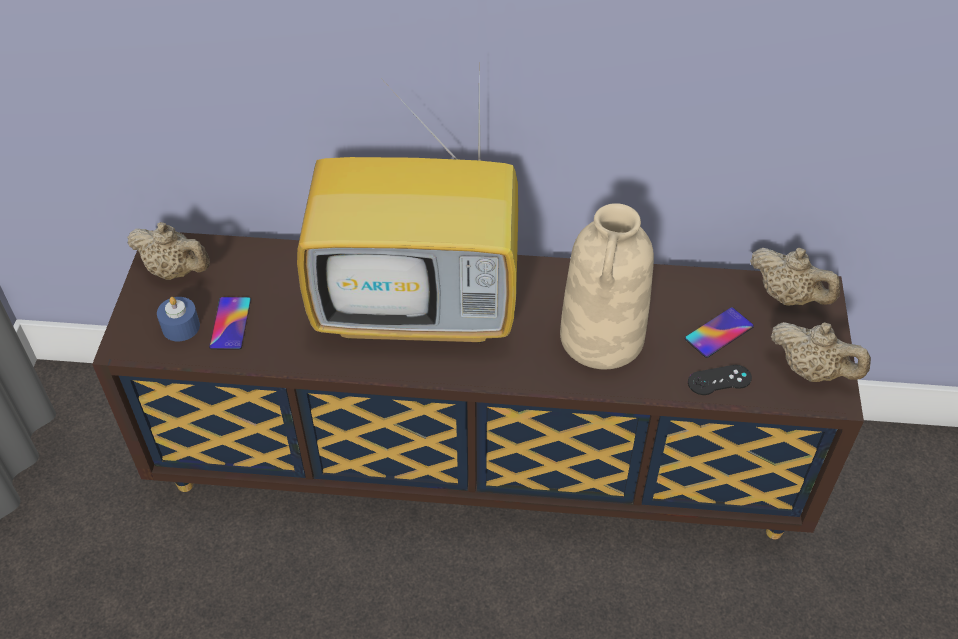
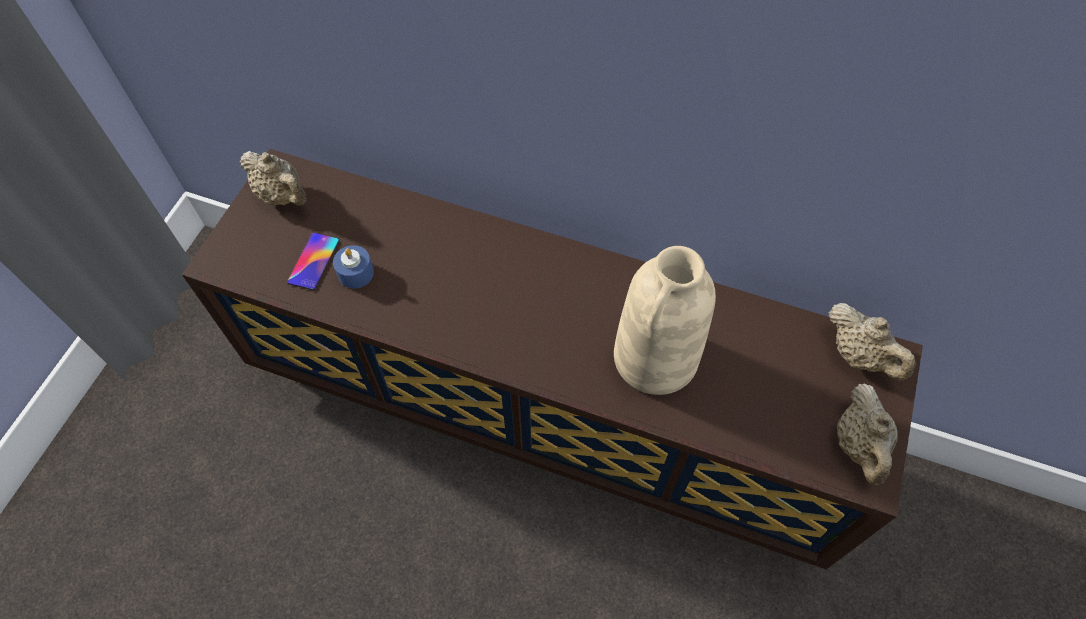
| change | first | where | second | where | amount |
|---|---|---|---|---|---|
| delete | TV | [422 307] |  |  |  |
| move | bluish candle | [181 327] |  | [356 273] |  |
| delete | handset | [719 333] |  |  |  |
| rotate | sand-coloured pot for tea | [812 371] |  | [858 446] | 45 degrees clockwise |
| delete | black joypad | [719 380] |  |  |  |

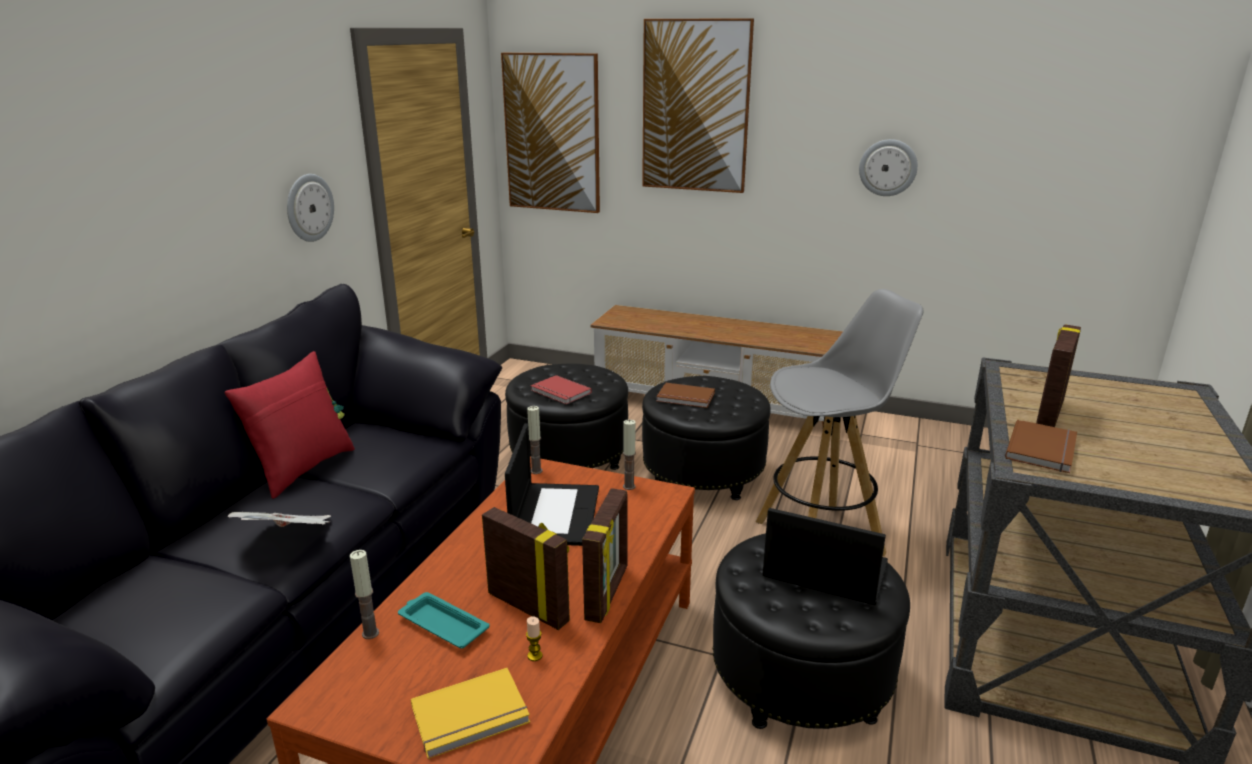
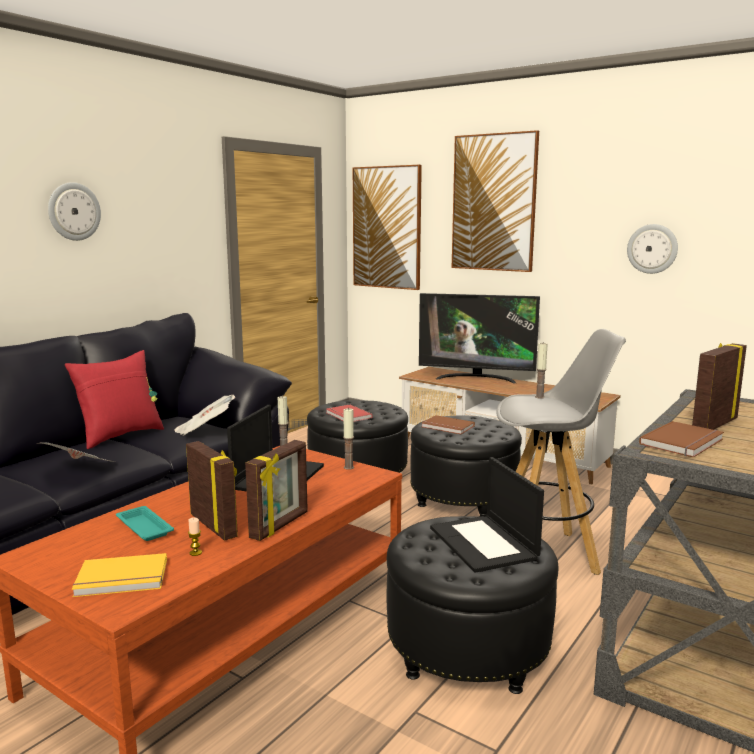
| change | first | where | second | where | amount |
|---|---|---|---|---|---|
| move | hanging clock | [309 207] |  | [73 211] |  |
| rotate | laptop | [823 570] |  | [484 543] | 150 degrees counterclockwise |
| move | candle | [370 633] |  | [539 397] |  |
| insert |  |  | TV | [476 378] |  |
| insert |  |  | newspaper | [204 430] |  |

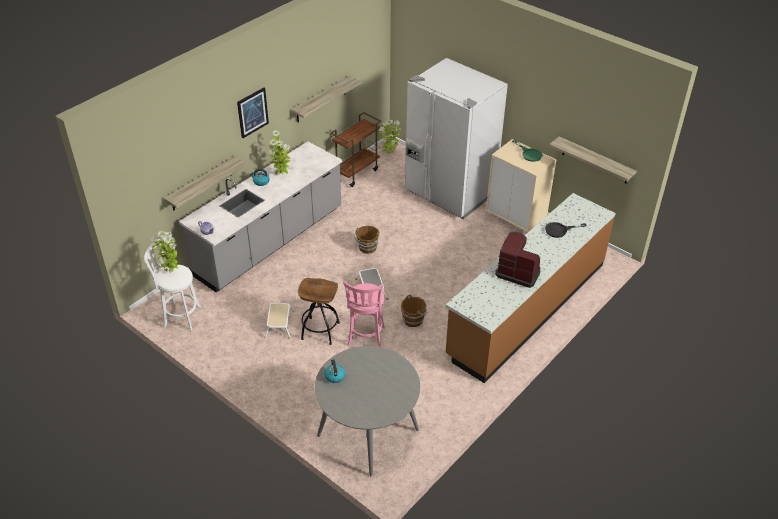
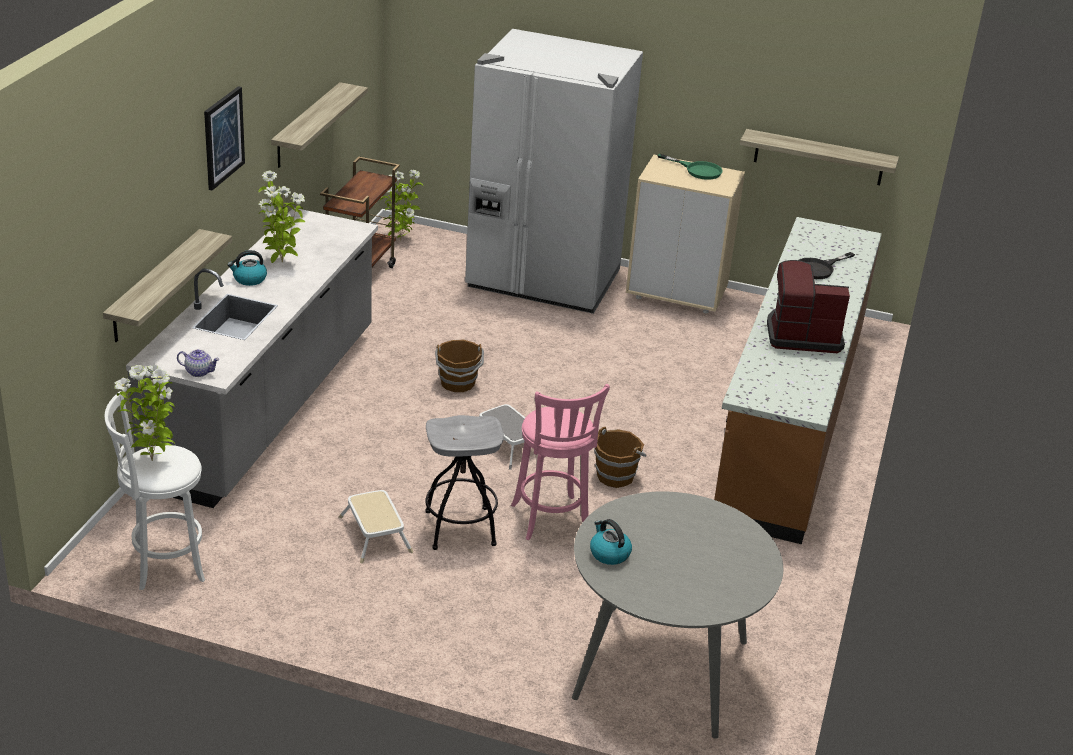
| change | first | where | second | where | amount |
|---|---|---|---|---|---|
| recolor | brownish stool | [320 330] | greyish stool | [459 527] |  |

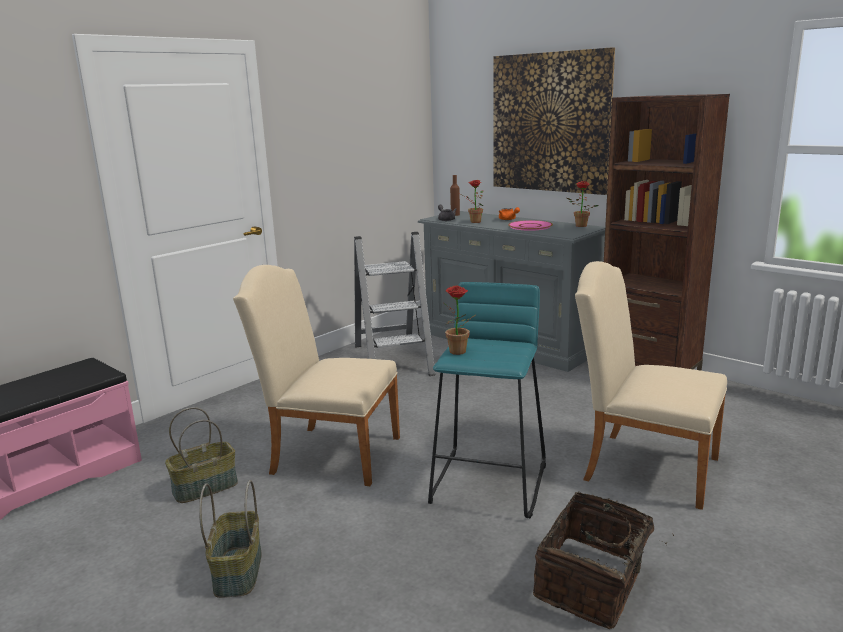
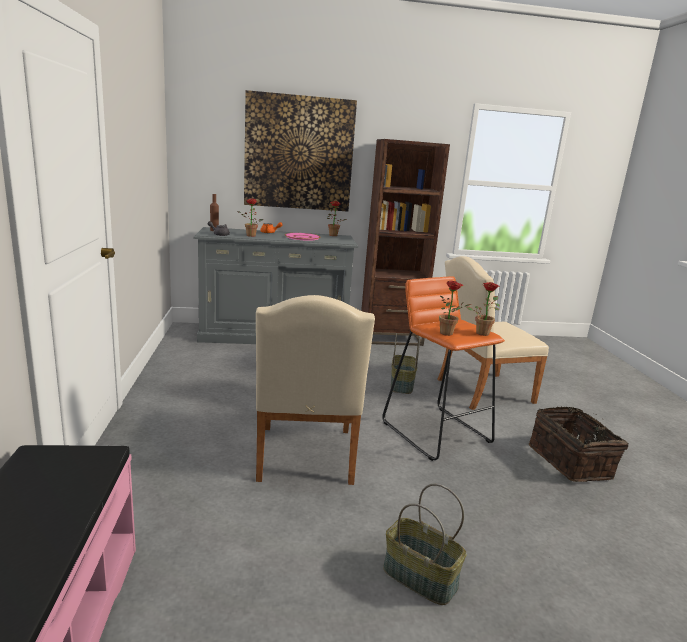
| change | first | where | second | where | amount |
|---|---|---|---|---|---|
| delete | greyish step stool | [392 359] |  |  |  |
| rotate | sand-coloured chair | [328 453] |  | [305 459] | 60 degrees counterclockwise |
| recolor | blue-green stool | [490 482] | orangey stool | [436 431] |  |
| move | storage basket | [205 487] |  | [401 384] |  |
| insert |  |  | houseplant | [482 332] |  |

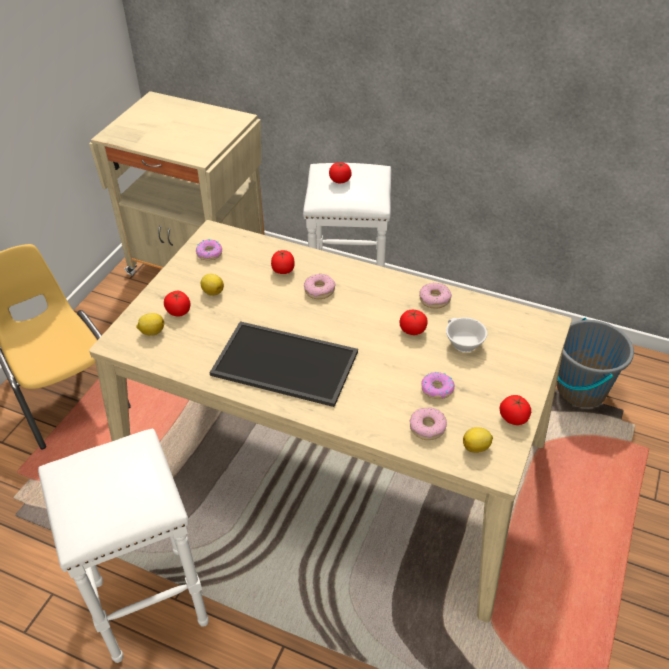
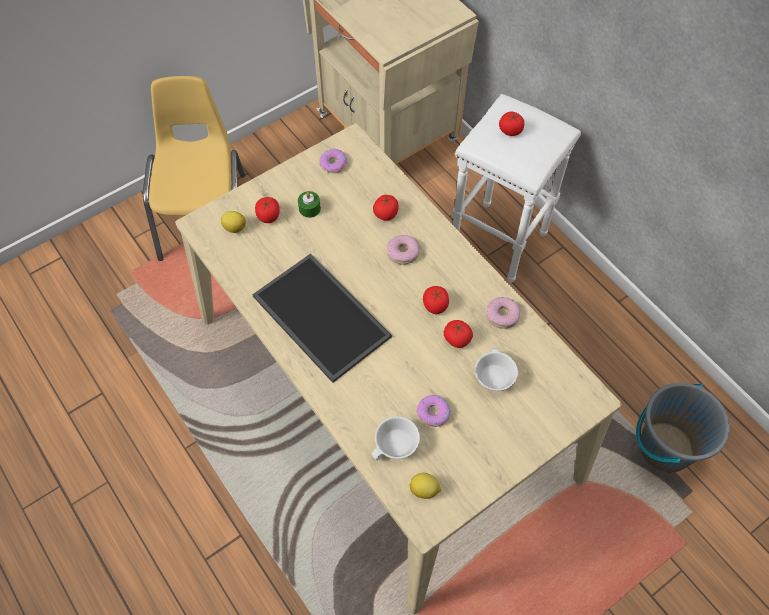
| change | first | where | second | where | amount |
|---|---|---|---|---|---|
| replace | citrus fruit | [212 291] | green candle | [309 208] |  |
| move | whole tomato | [513 418] |  | [435 305] |  |
| replace | doughnut | [427 427] | white-coloured drinking cup | [396 446] |  |
| delete | white-coloured stool | [147 601] |  |  |  |

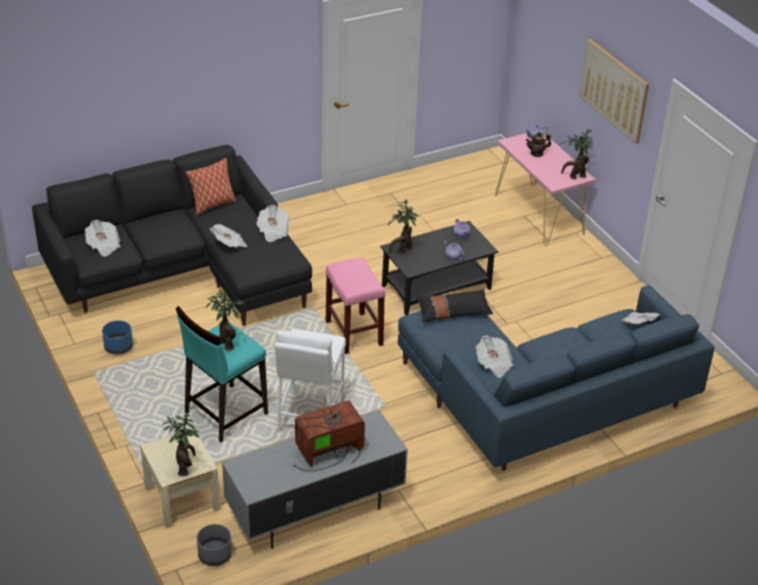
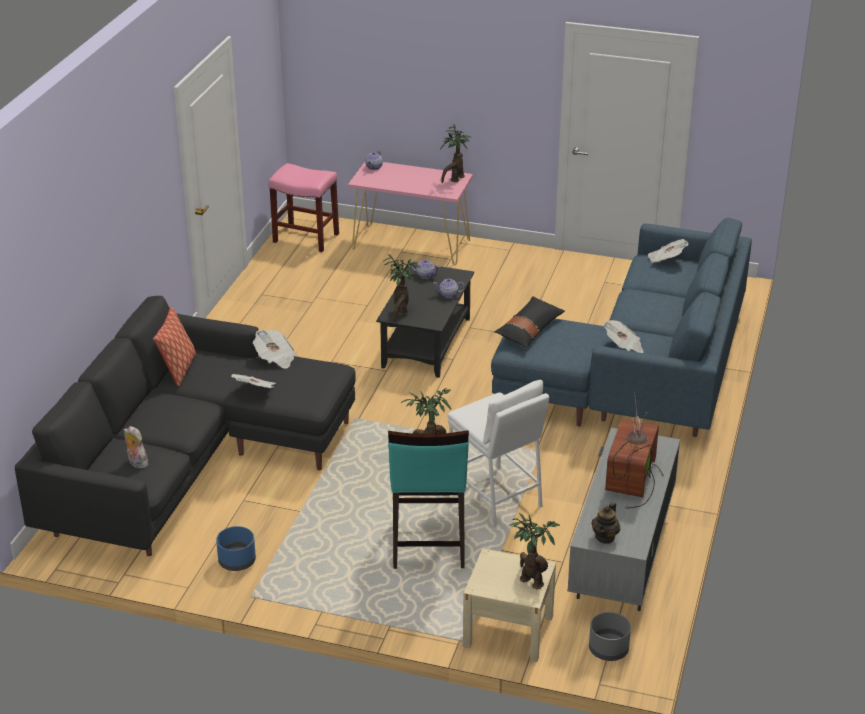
| change | first | where | second | where | amount |
|---|---|---|---|---|---|
| delete | wall picture | [614 90] |  |  |  |
| move | pot for tea | [537 153] |  | [605 537] |  |
| replace | newspaper | [103 246] | cuddly toy | [136 463] |  |
| move | pinkish stool | [354 333] |  | [306 238] |  |

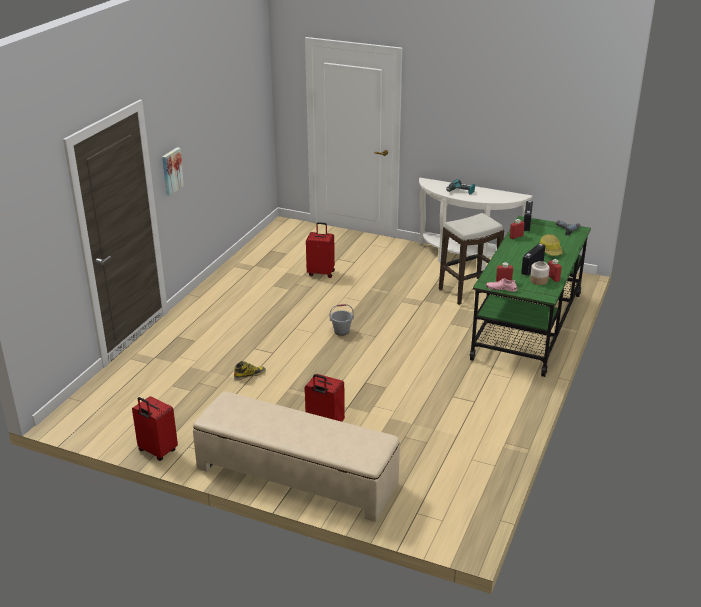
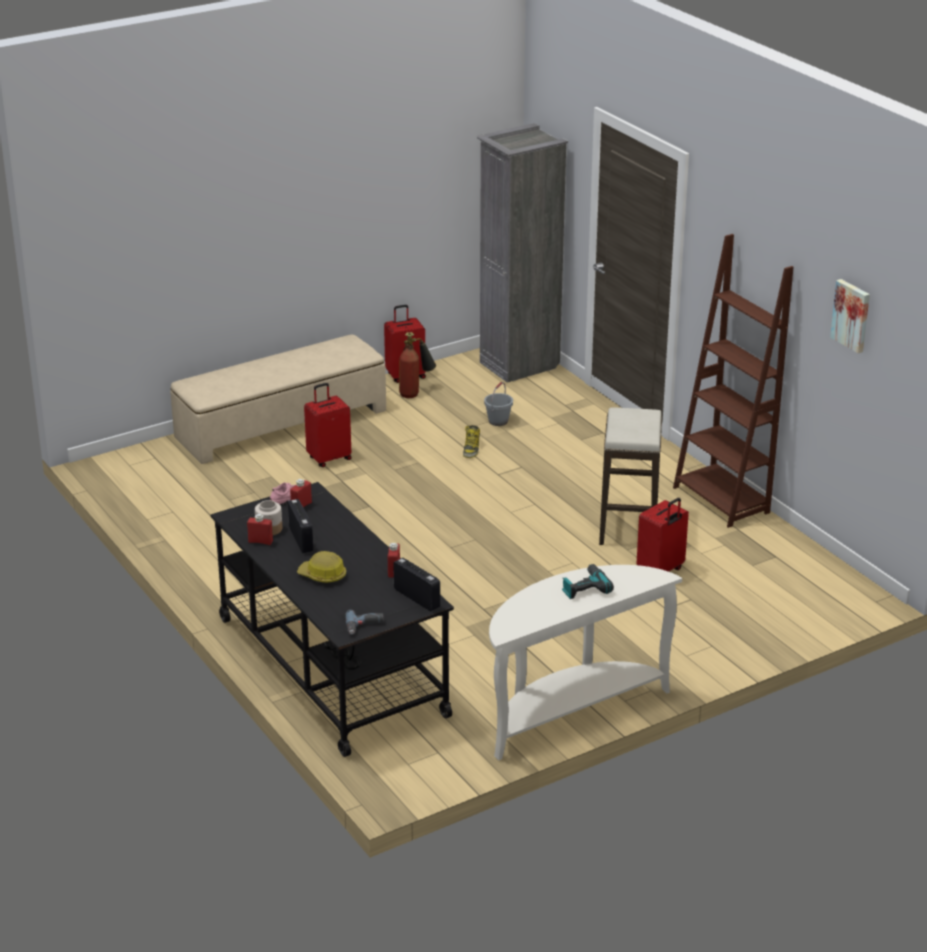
| change | first | where | second | where | amount |
|---|---|---|---|---|---|
| move | wall picture | [171 171] |  | [852 315] |  |
| move | stool | [469 291] |  | [628 526] |  |
| recolor | green desk unit | [528 326] | black desk unit | [331 667] |  |
| move | greyish water bucket | [341 331] |  | [498 421] |  |
| insert |  |  | greyish storage cabinet | [519 365] |  |
| insert |  |  | brownish shelving unit | [721 500] |  |
| insert |  |  | fire-fighting cylinder | [416 392] |  |

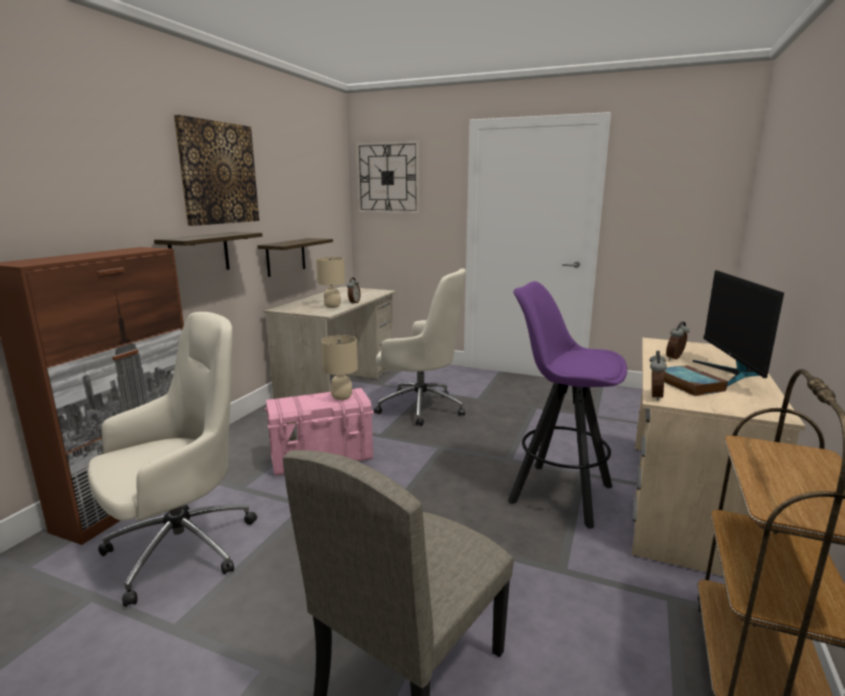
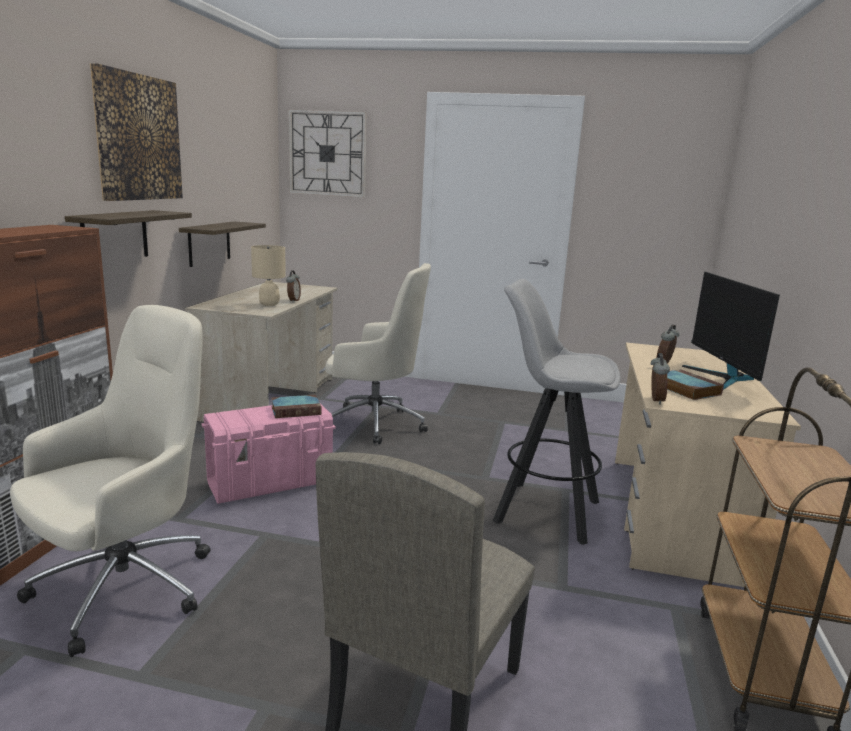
| change | first | where | second | where | amount |
|---|---|---|---|---|---|
| recolor | purplish stool | [557 492] | greyish stool | [543 510] |  |
| replace | sand-coloured table lamp | [342 397] | book | [297 410] |  |

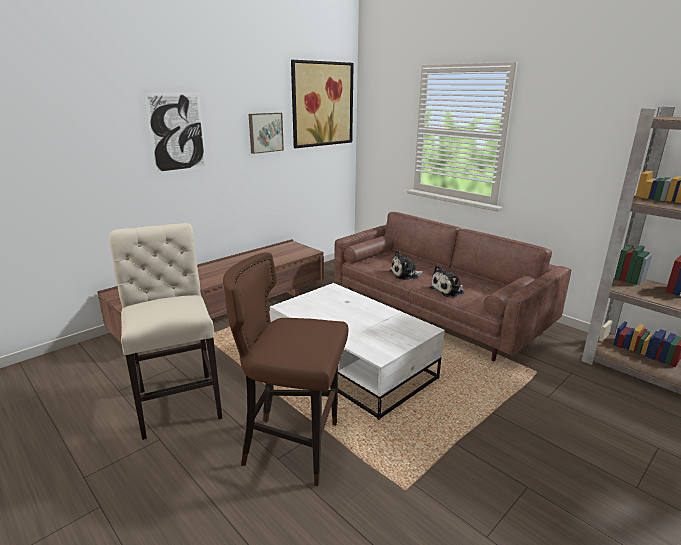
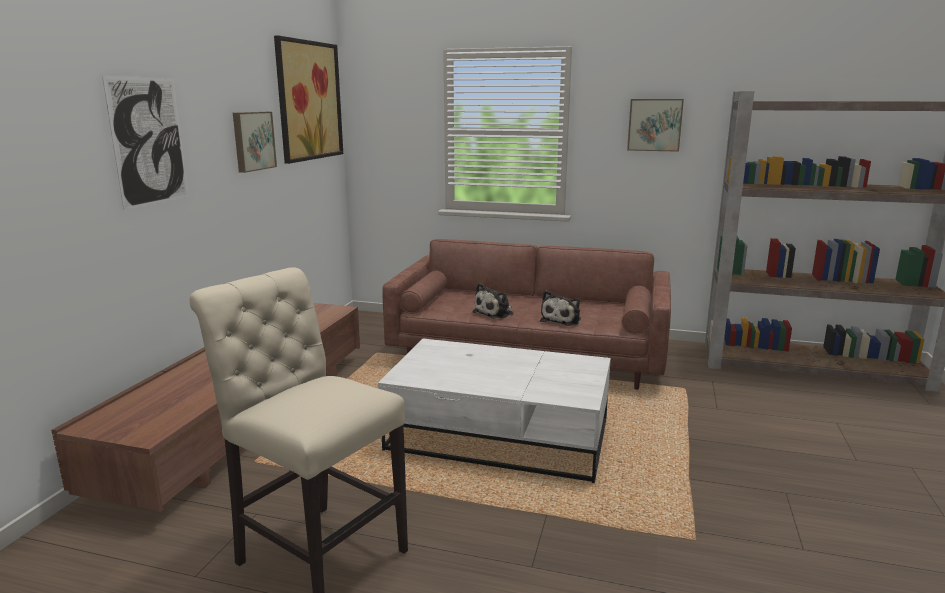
| change | first | where | second | where | amount |
|---|---|---|---|---|---|
| delete | brownish stool | [293 446] |  |  |  |
| insert |  |  | wall picture | [654 125] |  |

